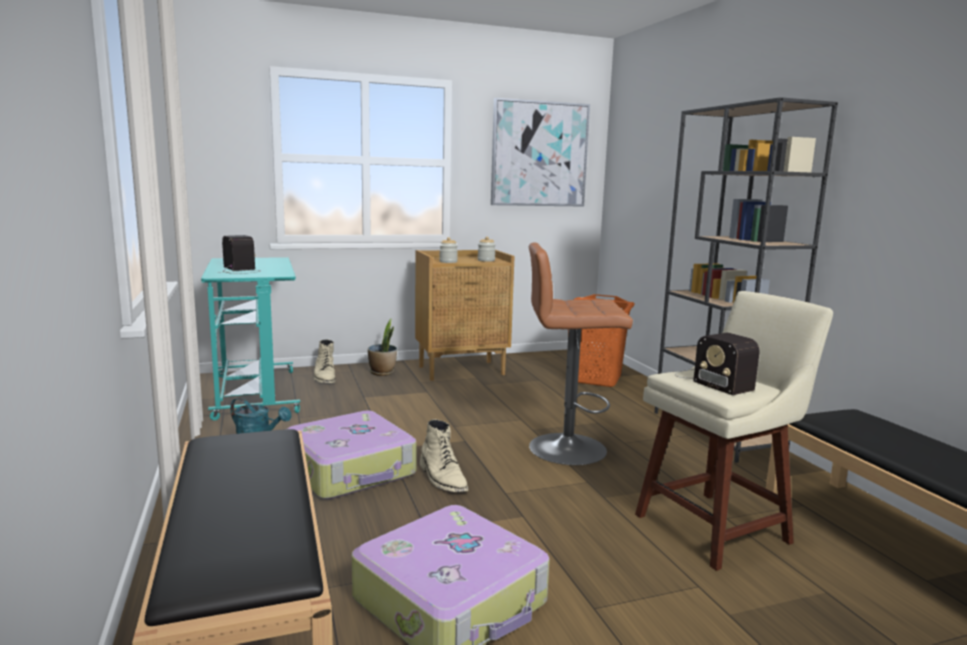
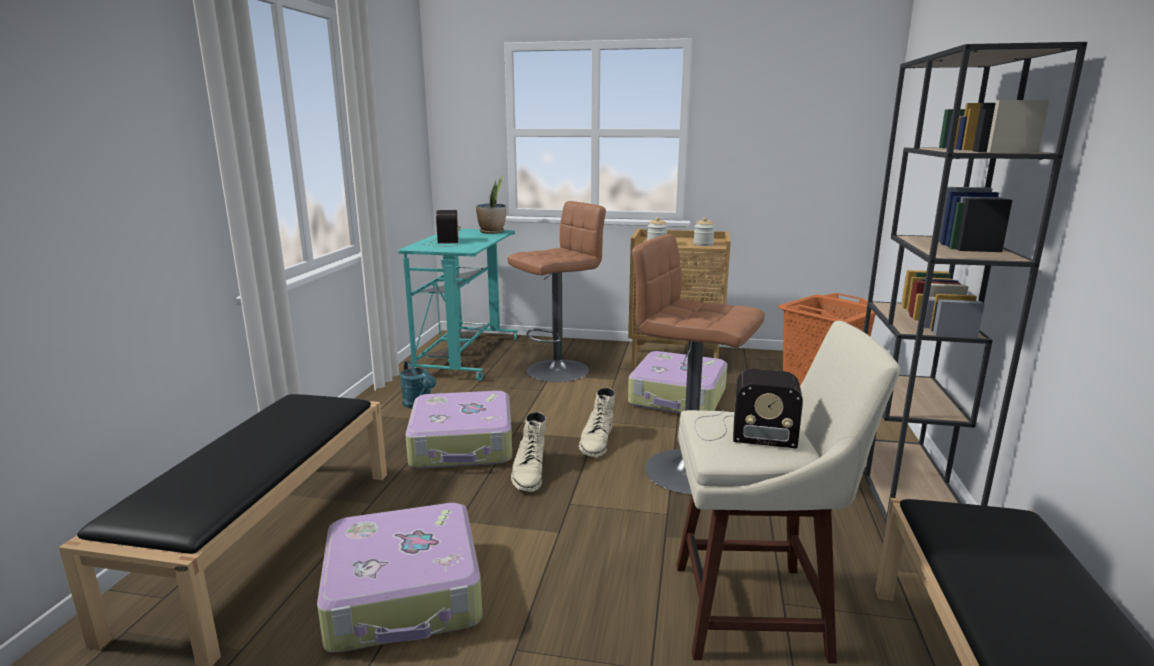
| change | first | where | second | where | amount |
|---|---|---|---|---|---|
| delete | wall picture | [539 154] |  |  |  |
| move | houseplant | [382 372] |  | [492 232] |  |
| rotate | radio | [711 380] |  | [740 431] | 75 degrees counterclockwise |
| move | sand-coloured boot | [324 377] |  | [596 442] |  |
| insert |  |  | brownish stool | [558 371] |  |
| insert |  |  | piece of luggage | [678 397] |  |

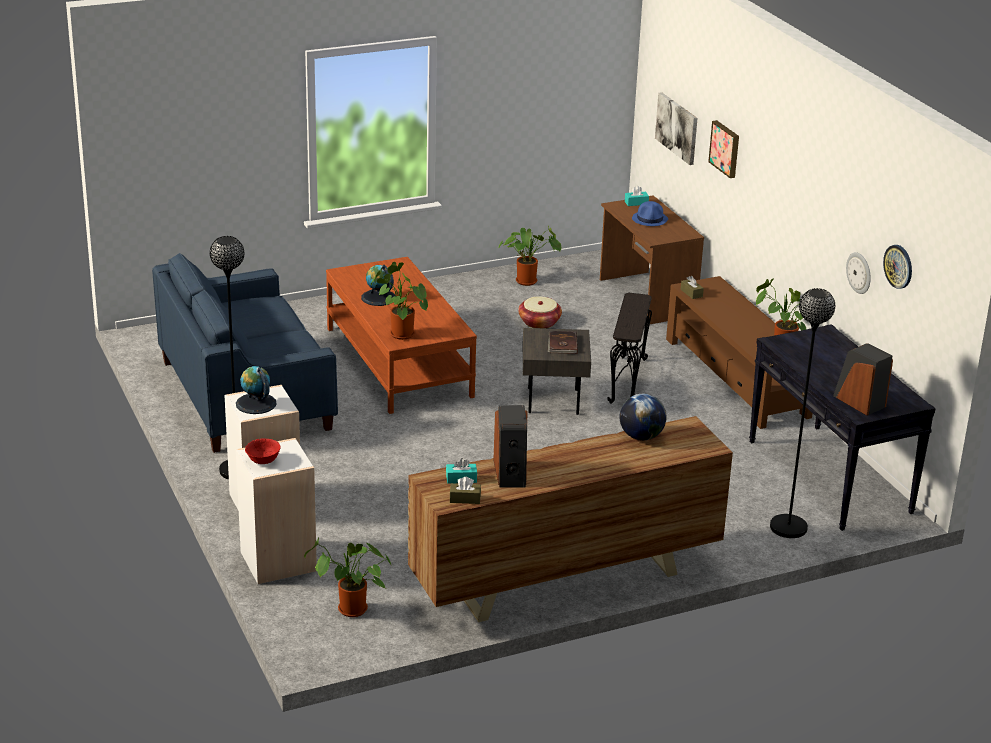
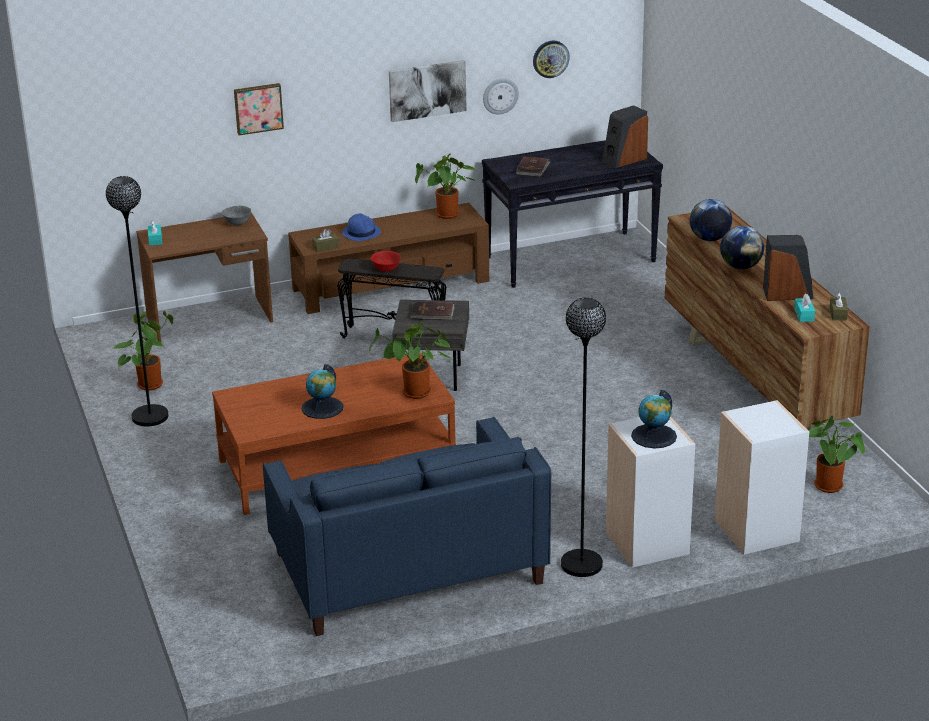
| change | first | where | second | where | amount |
|---|---|---|---|---|---|
| move | wall picture | [677 128] |  | [427 90] |  |
| move | bluish clothing hat | [650 219] |  | [361 232] |  |
| move | black standing lamp | [788 528] |  | [150 417] |  |
| delete | storage basket | [539 322] |  |  |  |
| move | reddish serving bowl | [263 460] |  | [386 269] |  |
| insert |  |  | brownish book | [532 168] |  |
| insert |  |  | greyish serving bowl | [237 223] |  |
| insert |  |  | desk globe | [740 267] |  |

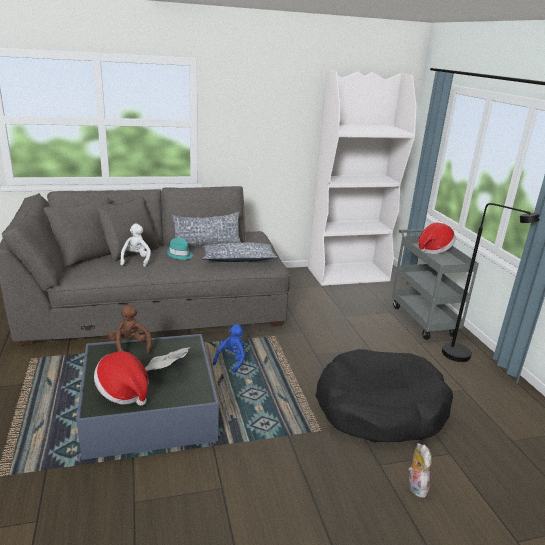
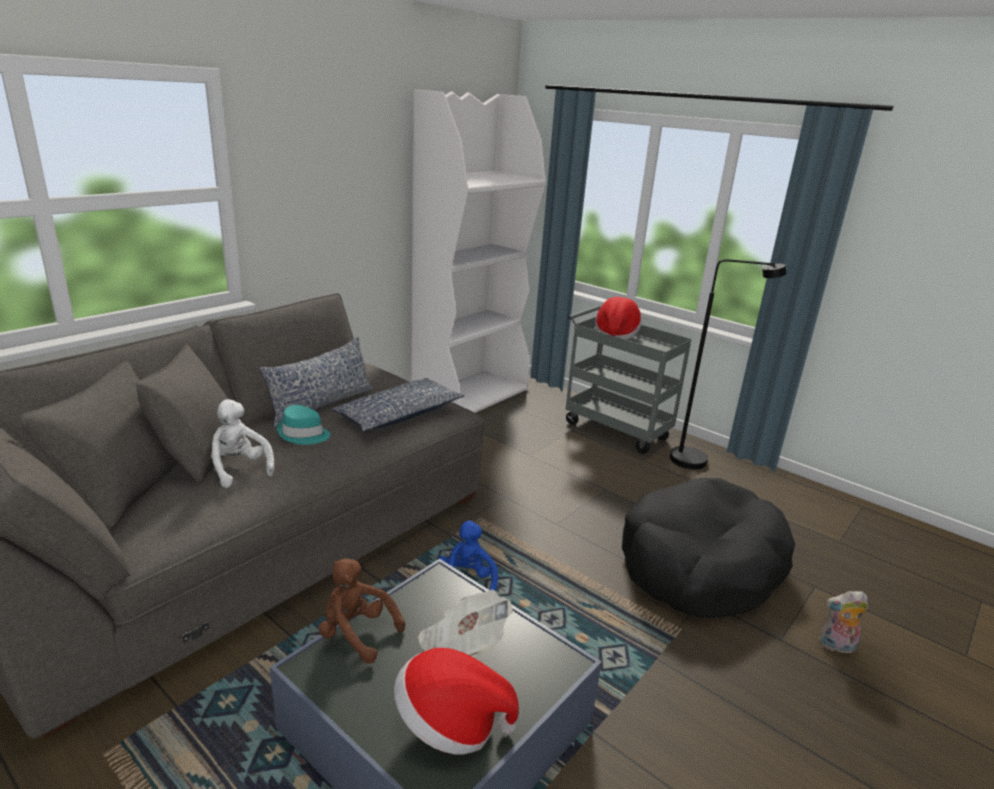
| change | first | where | second | where | amount |
|---|---|---|---|---|---|
| rotate | cuddly toy | [415 486] |  | [836 646] | 45 degrees counterclockwise |

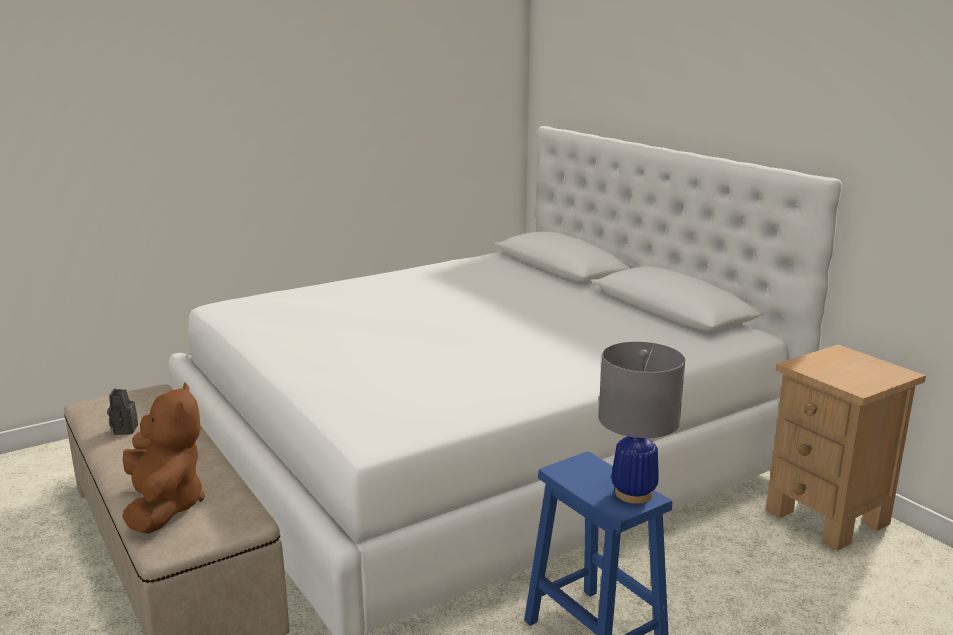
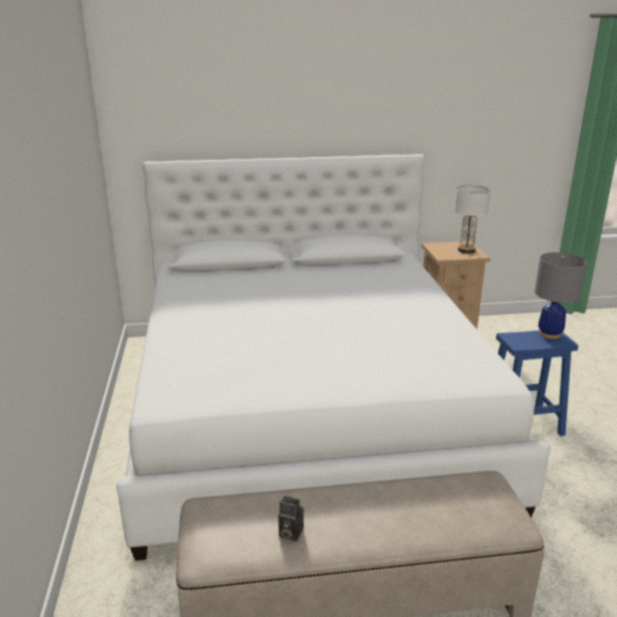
| change | first | where | second | where | amount |
|---|---|---|---|---|---|
| delete | brownish cuddly toy | [164 507] |  |  |  |
| insert |  |  | table lamp | [466 250] |  |

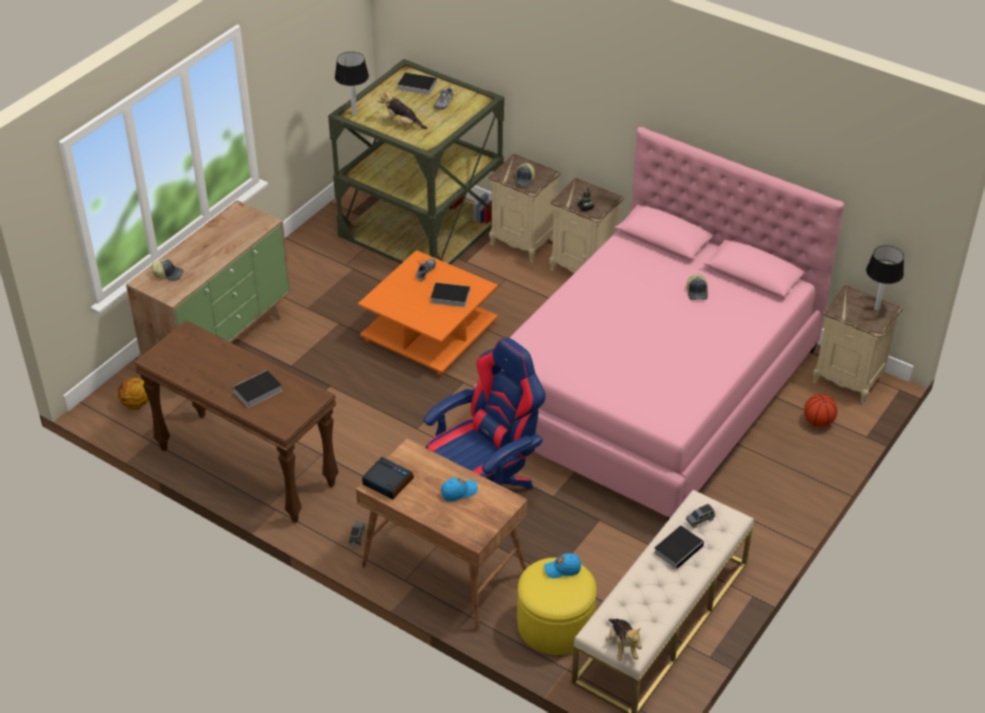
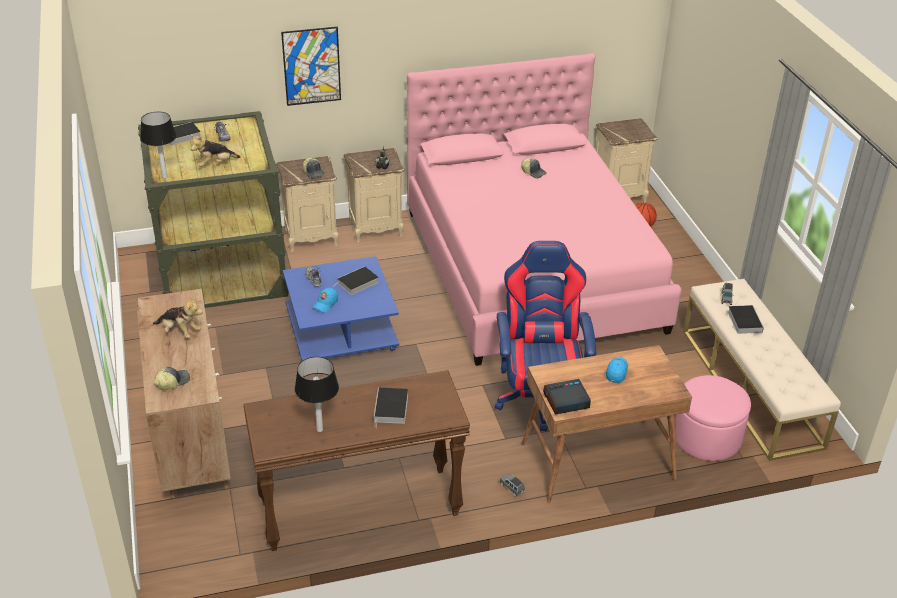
| change | first | where | second | where | amount |
|---|---|---|---|---|---|
| move | table lamp | [876 308] |  | [319 429] |  |
| recolor | orangey low table | [428 333] | bluish low table | [340 331] |  |
| delete | basketball ball | [136 405] |  |  |  |
| move | bluish cap | [562 569] |  | [325 304] |  |
| recolor | yellow-coloured ottoman | [555 624] | pinkish ottoman | [706 437] |  |
| move | cuddly toy | [622 646] |  | [179 331] |  |
| insert |  |  | wall picture | [311 66] |  |

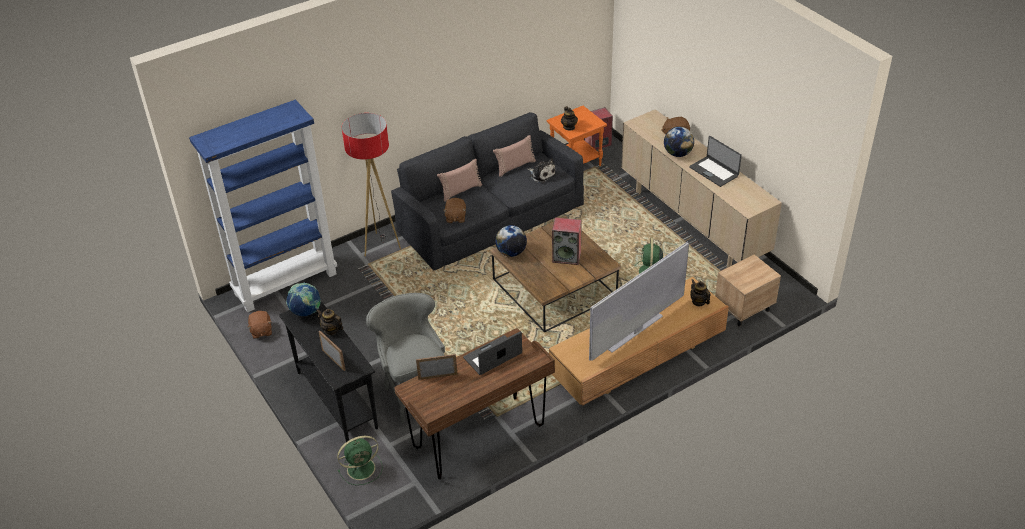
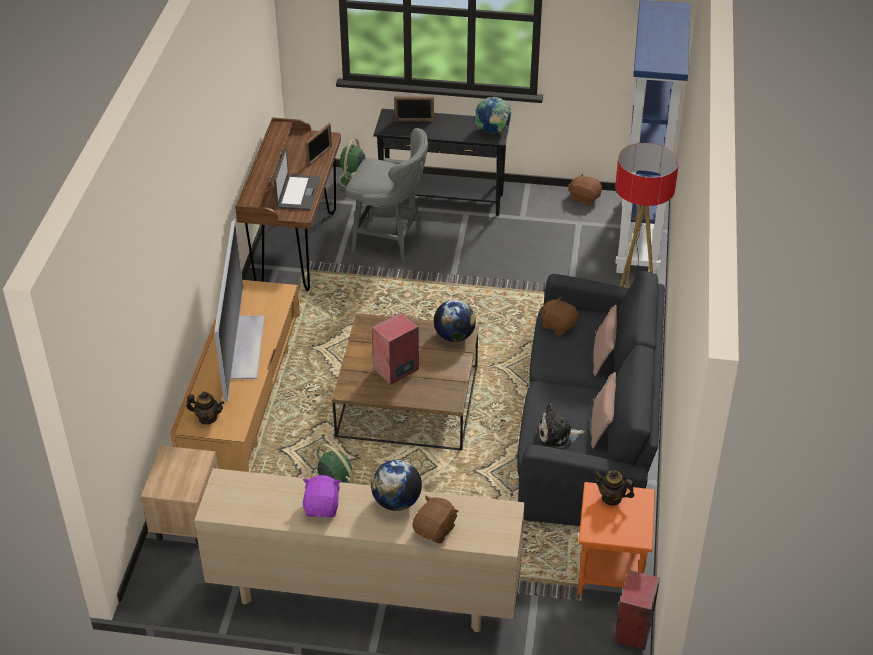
| change | first | where | second | where | amount |
|---|---|---|---|---|---|
| replace | laptop | [714 171] | purplish cuddly toy | [322 507] |  |
| delete | pot for tea | [331 330] |  |  |  |

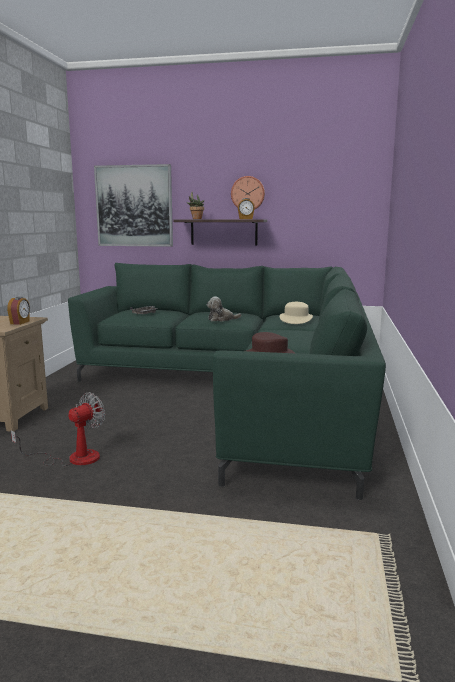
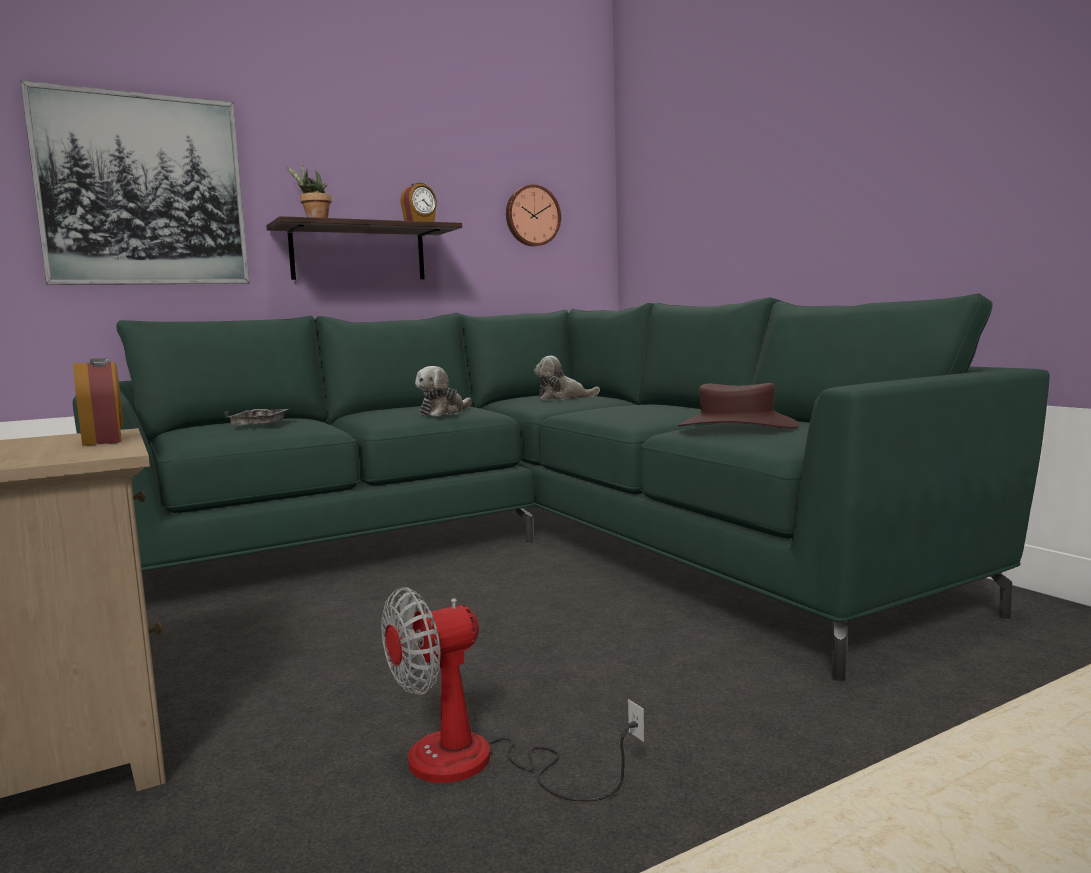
| change | first | where | second | where | amount |
|---|---|---|---|---|---|
| move | hanging clock | [248 193] |  | [532 216] |  |
| replace | sand-coloured clothing hat | [296 319] | cuddly toy | [563 398] |  |
| rotate | electric fan | [73 458] |  | [478 764] | 120 degrees counterclockwise |

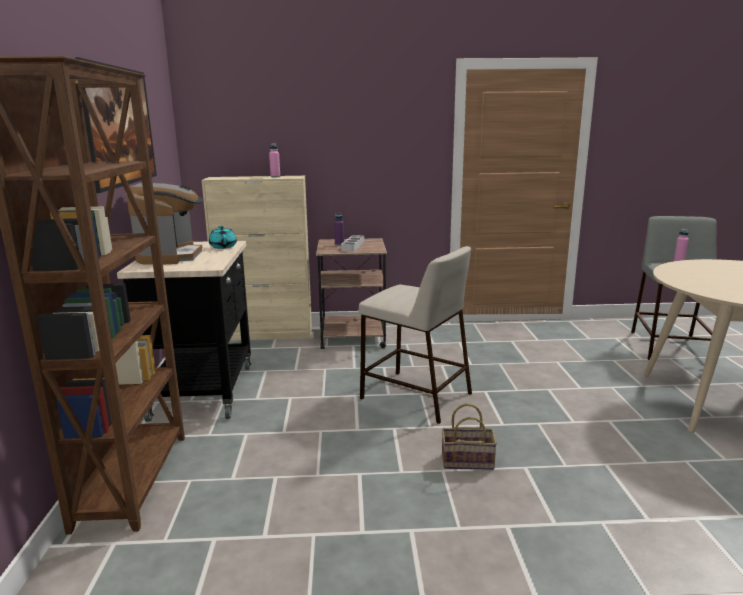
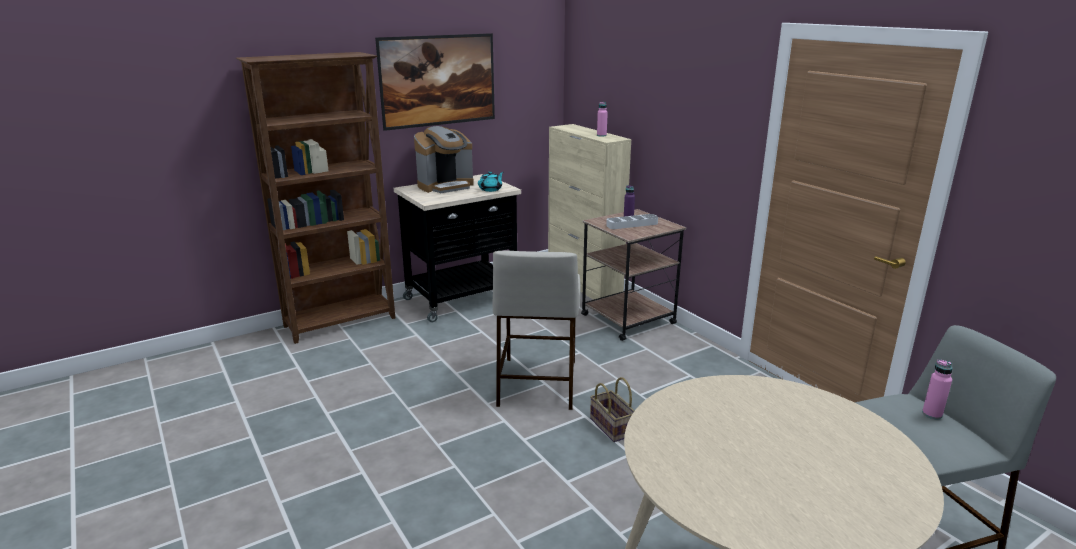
| change | first | where | second | where | amount |
|---|---|---|---|---|---|
| move | storage basket | [468 461] |  | [613 427] |  |

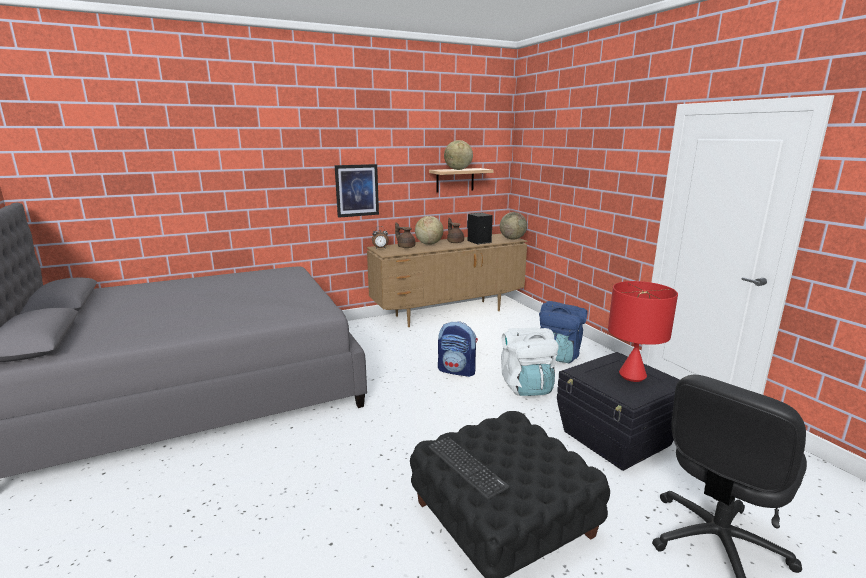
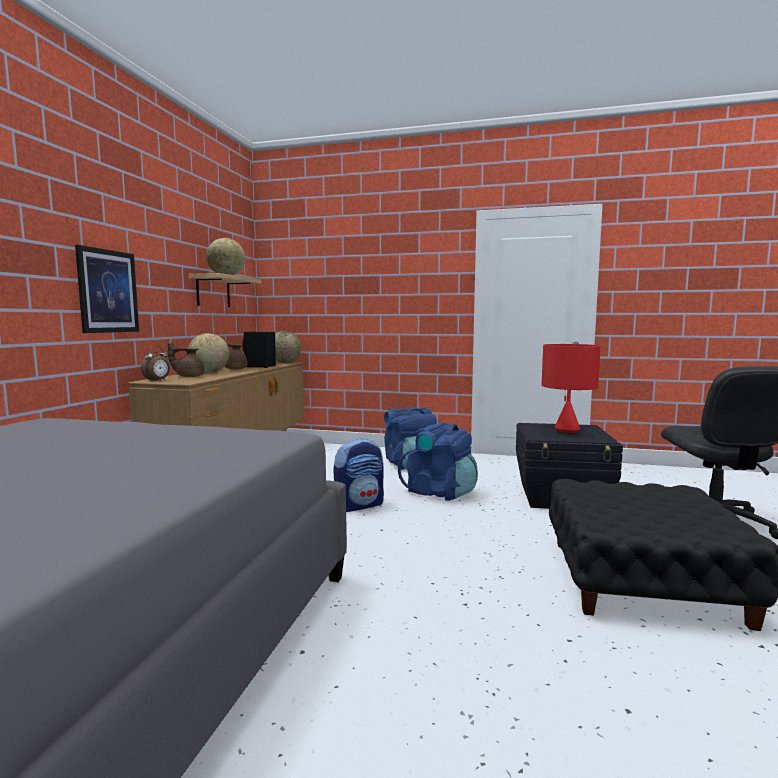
| change | first | where | second | where | amount |
|---|---|---|---|---|---|
| recolor | white-coloured knapsack | [527 386] | bluish knapsack | [440 492] |  |
| delete | keyboard | [466 466] |  |  |  |

